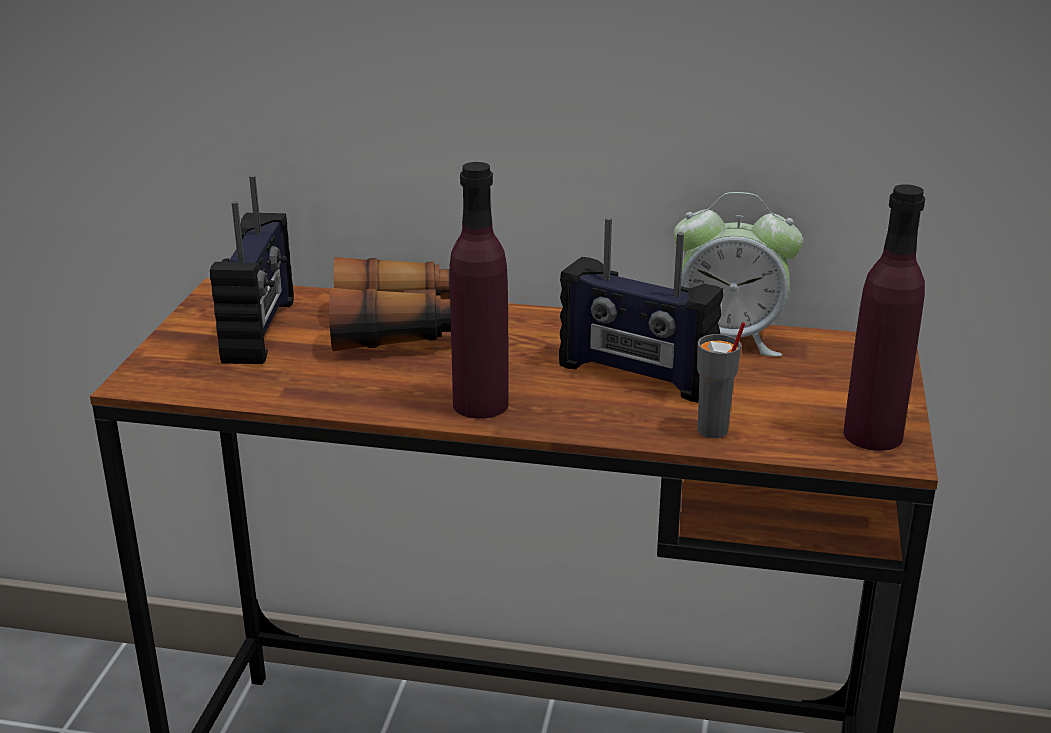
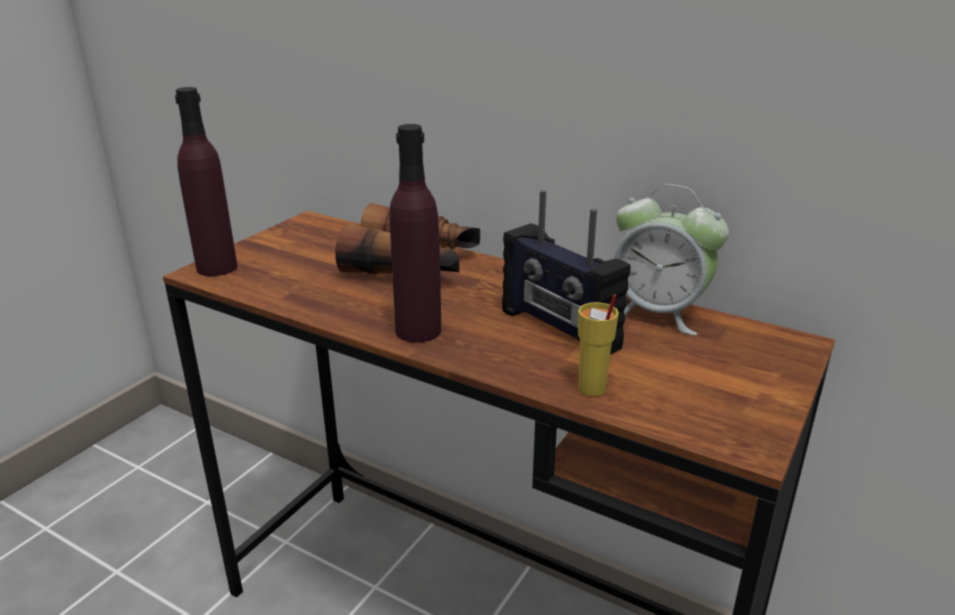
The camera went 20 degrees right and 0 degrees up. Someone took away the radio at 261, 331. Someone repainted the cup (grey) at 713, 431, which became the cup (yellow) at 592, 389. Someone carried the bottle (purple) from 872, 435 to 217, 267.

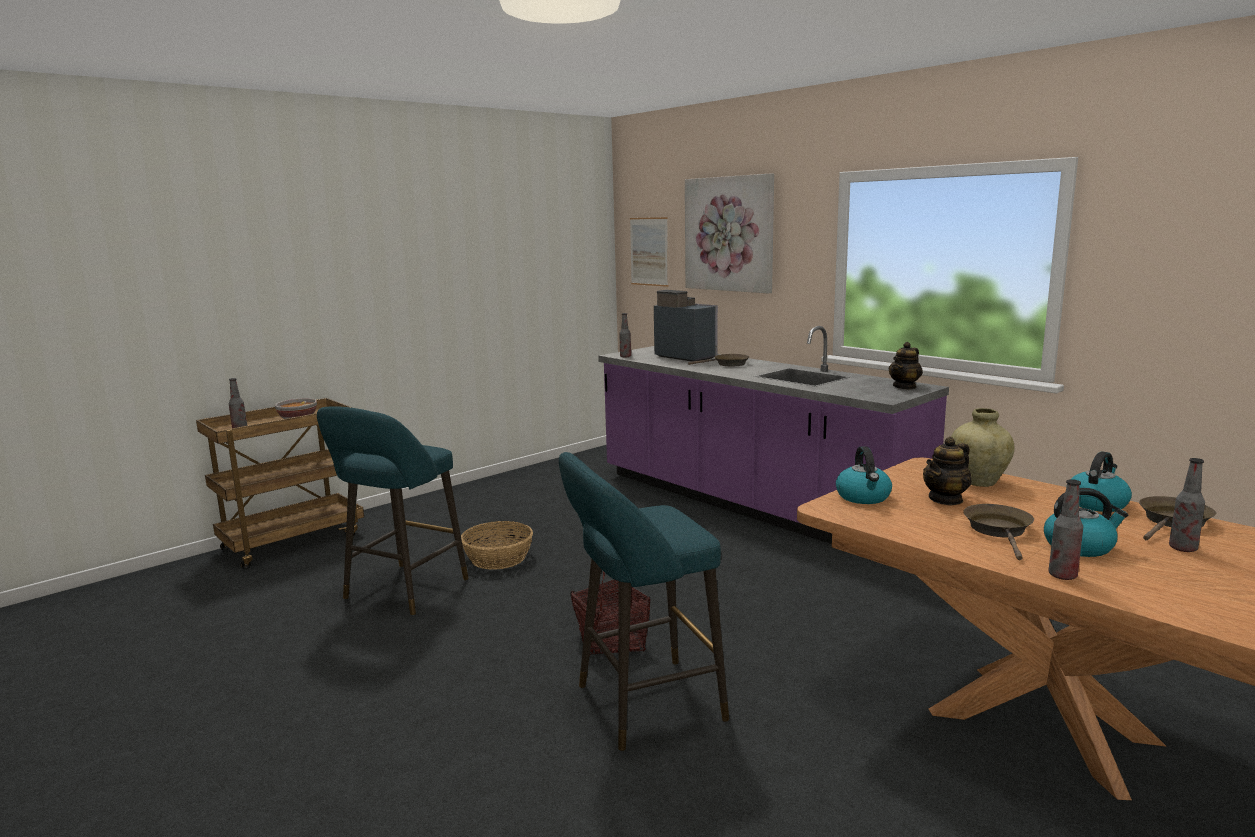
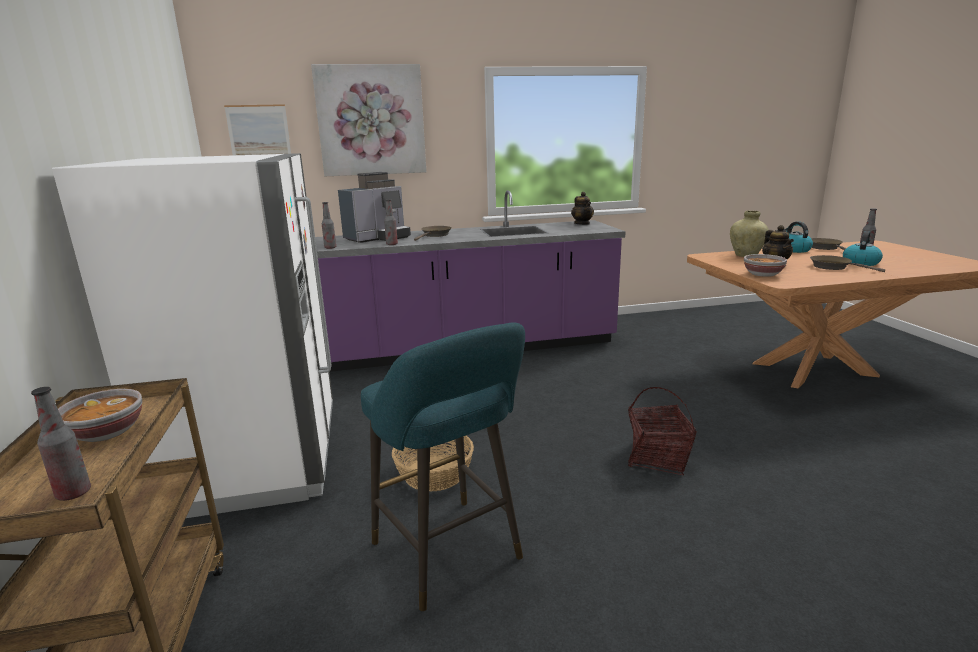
The camera went 60 degrees left and 5 degrees up. Someone took away the stool (turquoise) at 642, 704. Someone rotated the coffee machine at 686, 356 by 150 degrees clockwise. Someone swapped the kettle at 863, 497 for the bowl at 762, 274. Someone carried the bottle from 1062, 576 to 392, 244. Someone put down the fridge (white) at 257, 459.

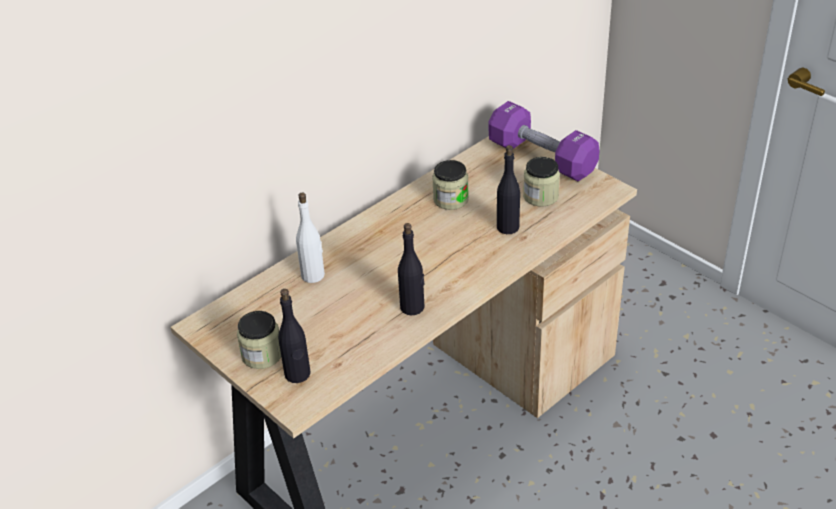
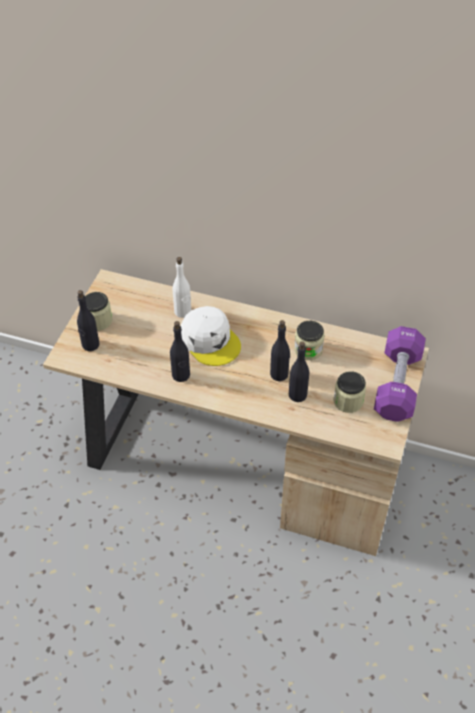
The camera went 60 degrees right and 10 degrees up. Someone put down the cap (white) at 210, 340. Someone put down the bottle (black) at 279, 374.

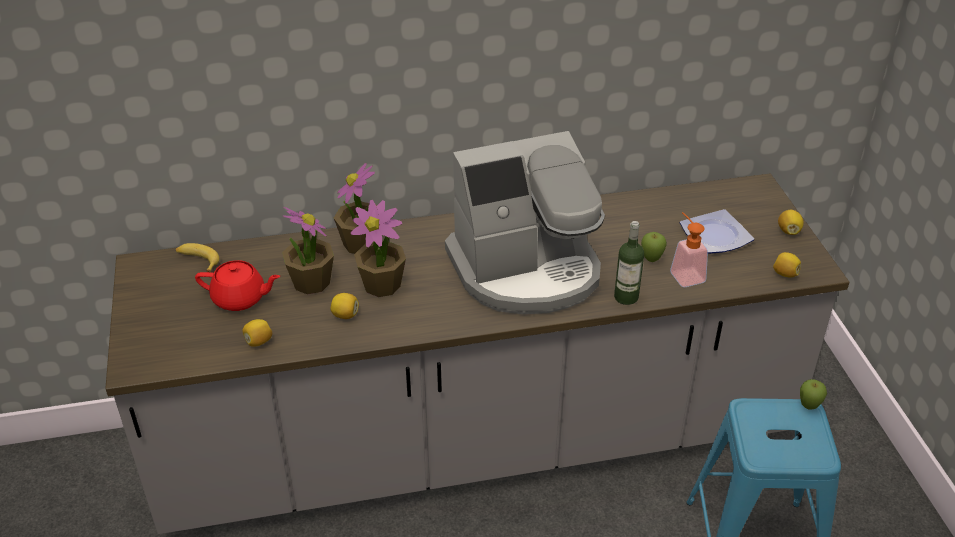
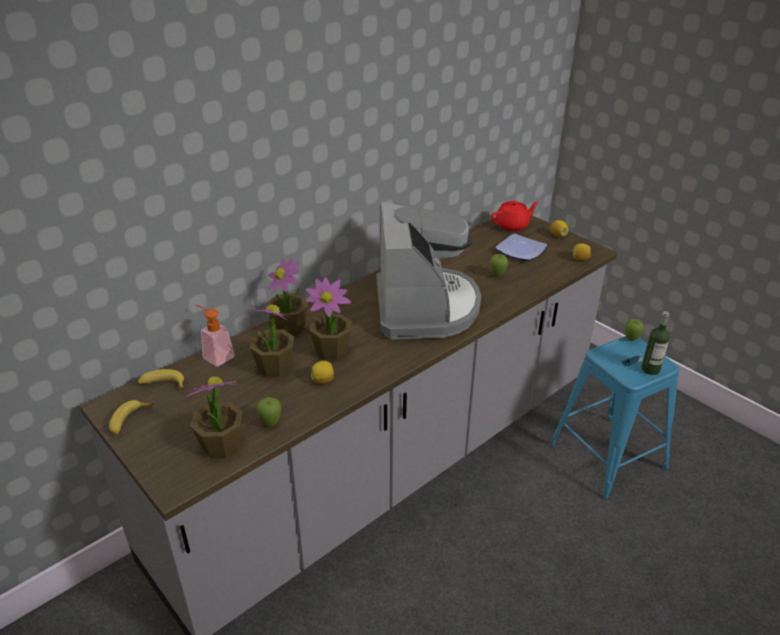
The camera went 30 degrees left and 5 degrees down. Someone carried the teapot (red) from 240, 298 to 512, 225. Someone swapped the lemon at 258, 341 for the apple at 270, 424. Someone rotated the coffee machine at 526, 270 by 45 degrees counterclockwise. Someone carried the bottle from 626, 297 to 650, 369. Someone carried the soap dispenser from 684, 273 to 215, 355. Someone put down the banana at 128, 421. Someone put down the potted plant at 221, 446.

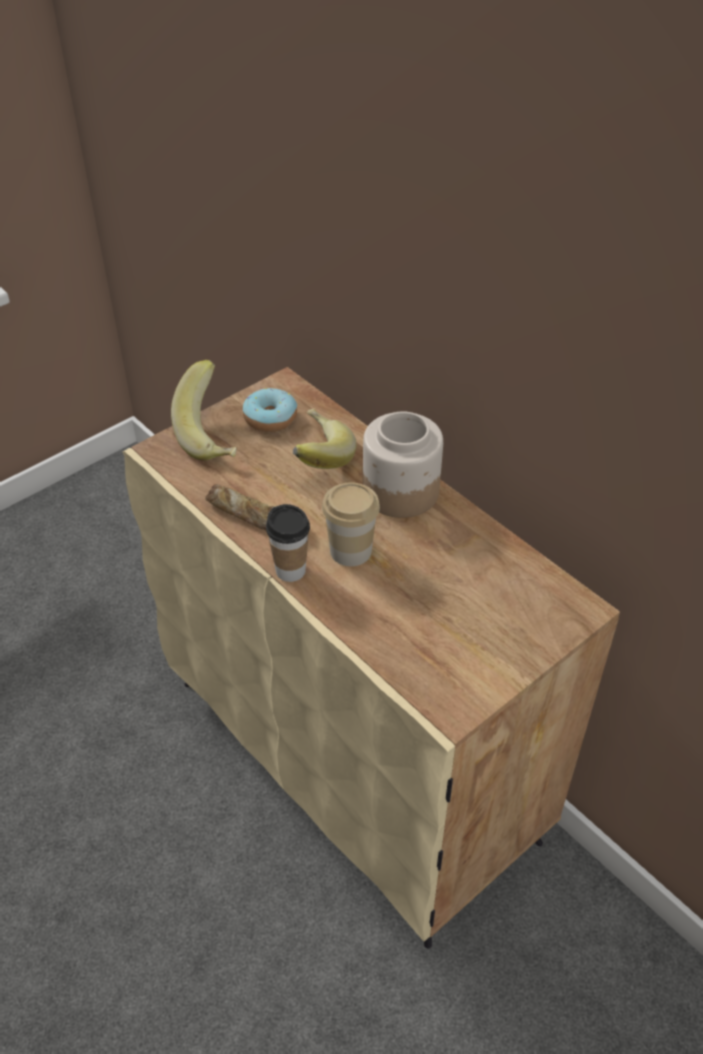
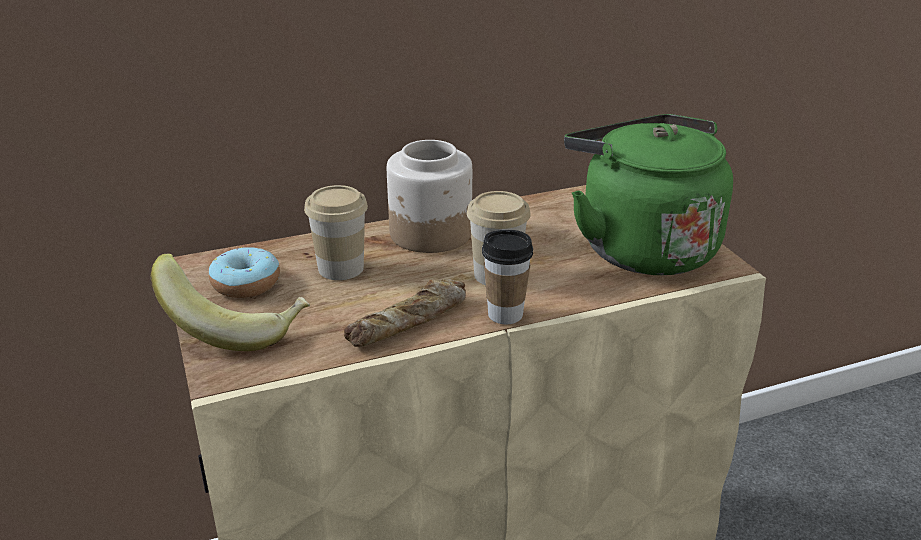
The camera went 70 degrees left and 15 degrees down. Someone swapped the banana at 316, 458 for the cup at 341, 268. Someone put down the kettle (green) at 641, 247.

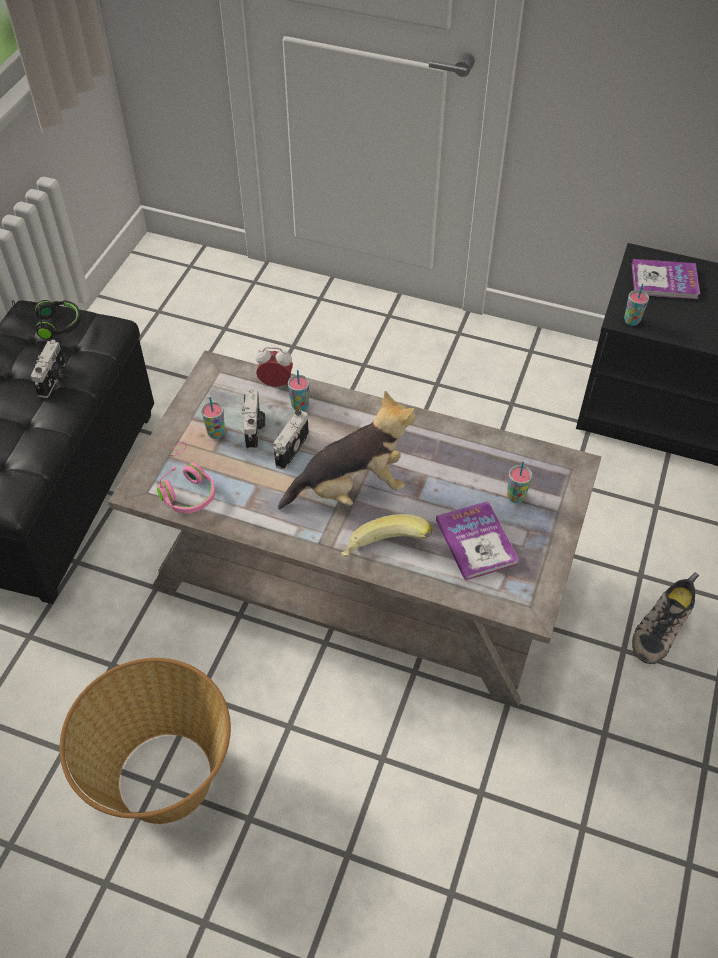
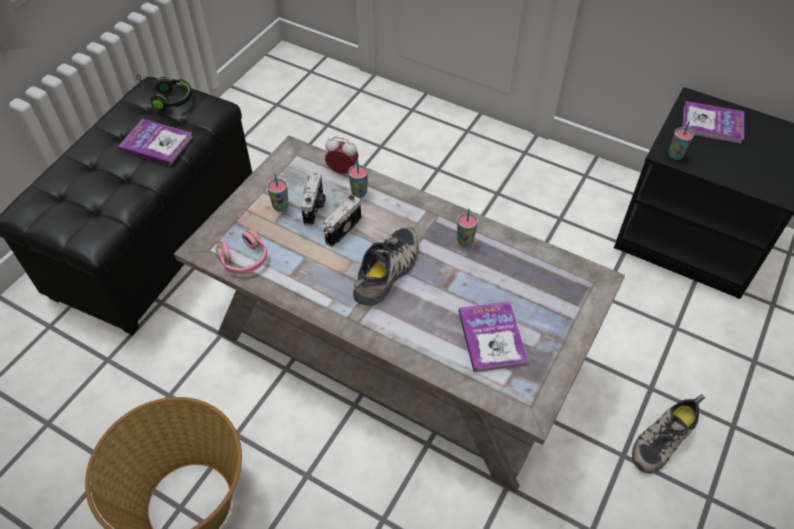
The camera went 10 degrees right and 0 degrees up. Someone swapped the photo camera at 53, 379 for the book at 156, 144. Someone swapped the plush toy at 351, 488 for the shoe at 388, 272. Someone took away the banana at 385, 552. Someone carried the cup from 516, 497 to 465, 241.

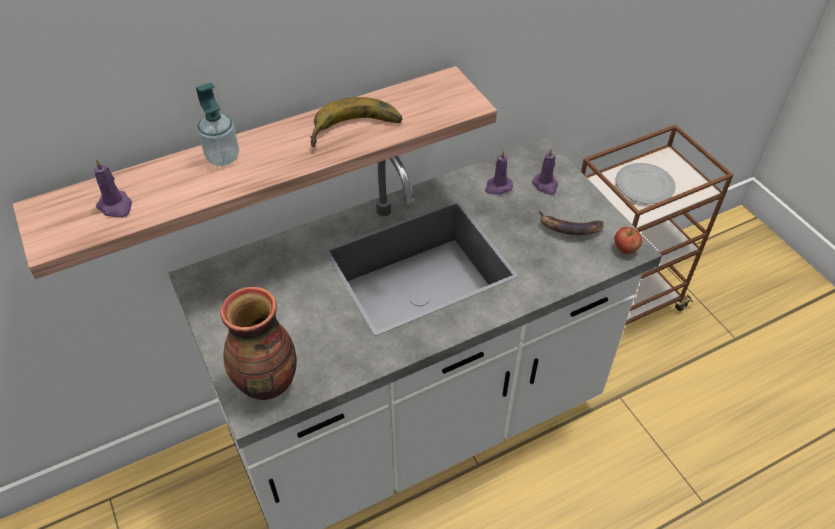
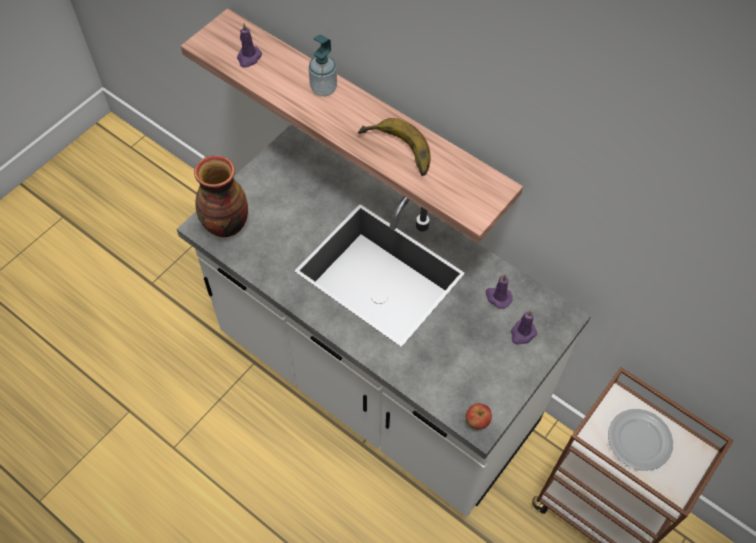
The camera went 65 degrees right and 10 degrees up. Someone took away the banana at 569, 228.

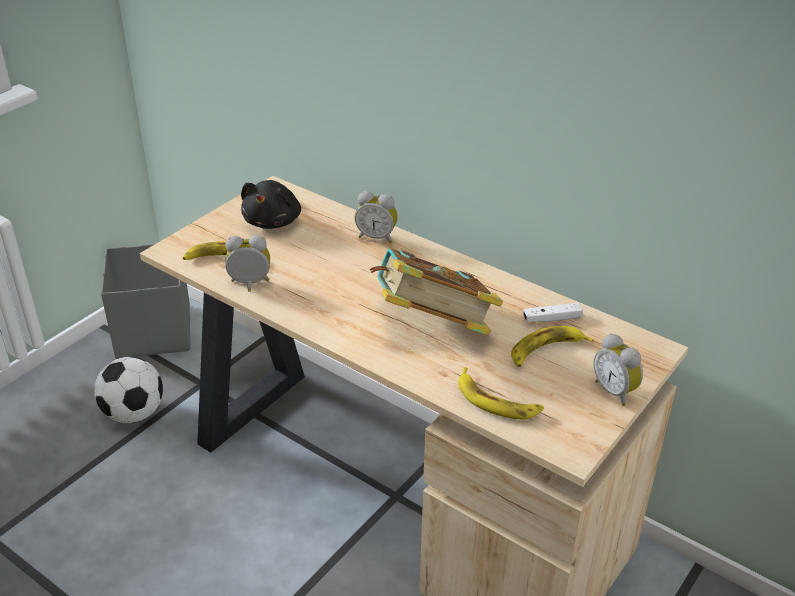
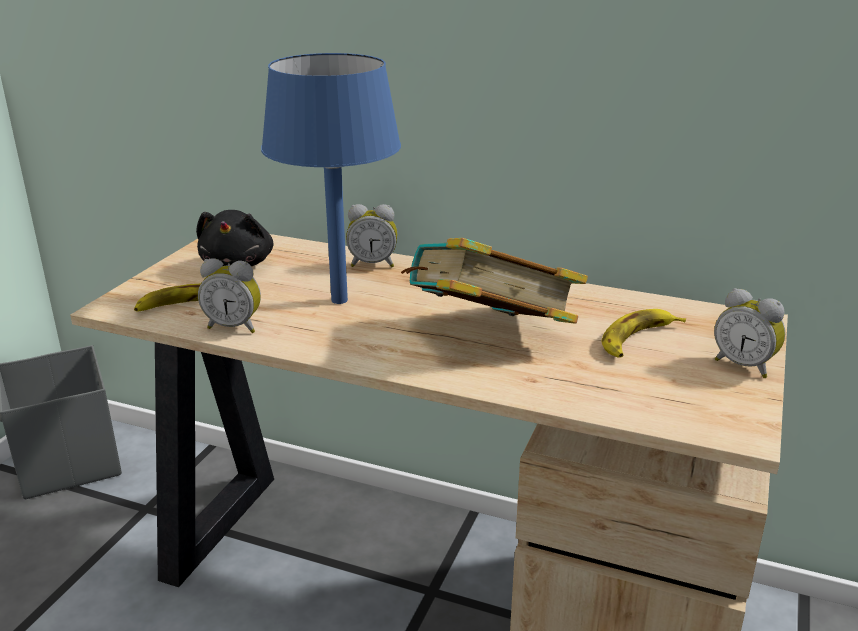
The camera went 15 degrees left and 10 degrees down. Someone took away the football at 134, 413. Someone rotated the alarm clock at 249, 285 by 150 degrees counterclockwise. Someone took away the banana at 497, 401. Someone took away the game controller (white) at 552, 319. Someone put down the table lamp (blue) at 339, 300.

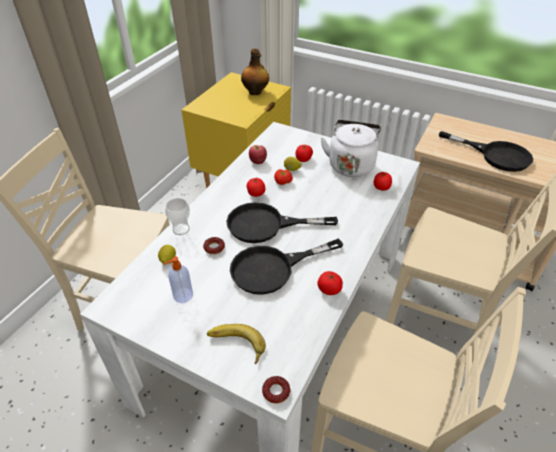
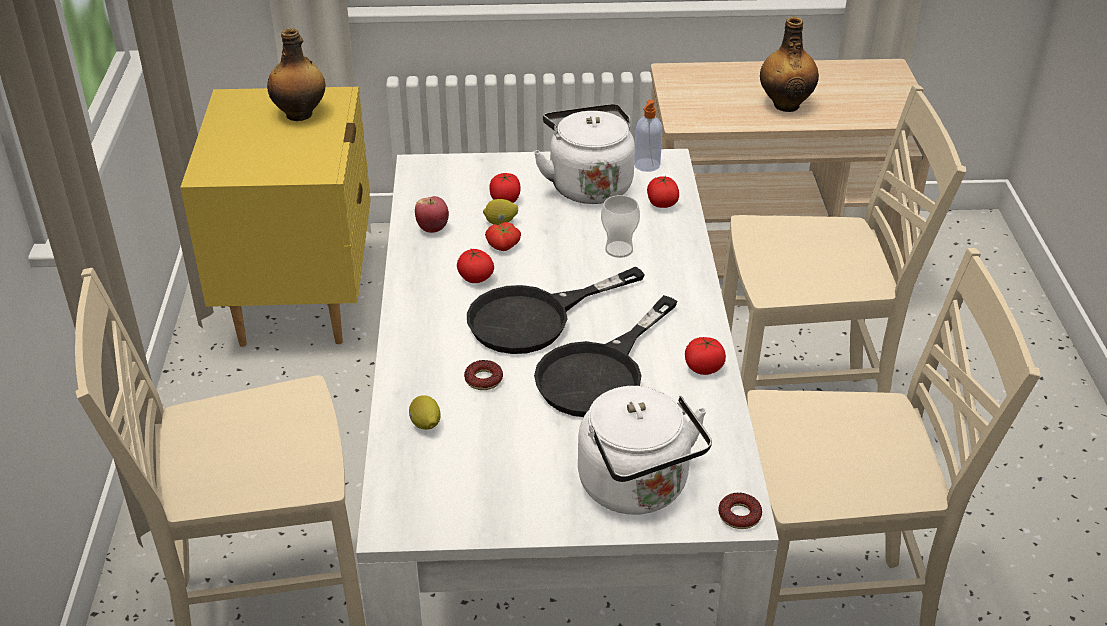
The camera went 30 degrees left and 5 degrees down. Someone carried the soap dispenser from 182, 296 to 646, 165. Someone carried the cup from 181, 229 to 619, 249. Someone swapped the banana at 235, 346 for the kettle (white) at 638, 489. Someone swapped the frying pan (black) at 496, 155 for the bottle at 785, 104.

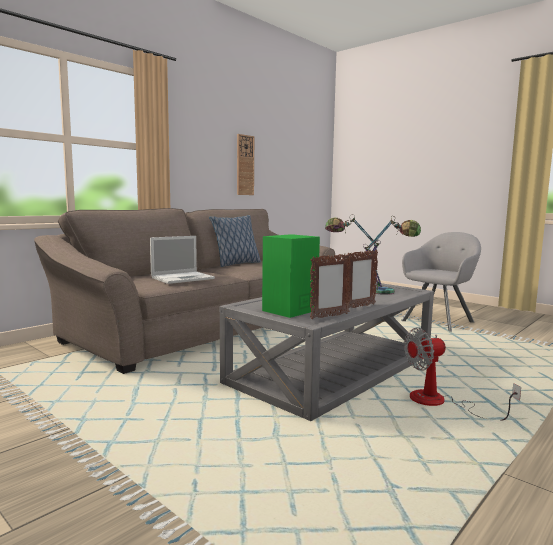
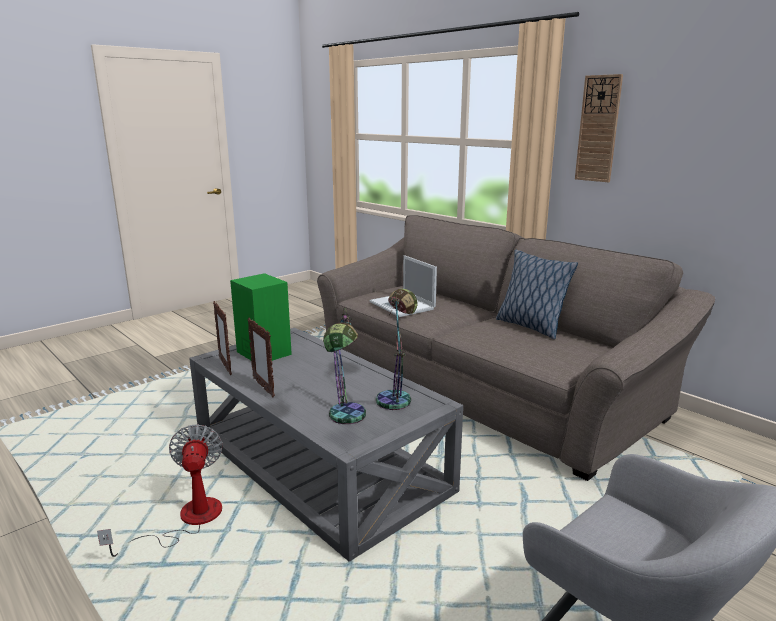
The camera went 95 degrees right and 10 degrees up. Someone carried the wall clock from 245, 165 to 598, 129.

